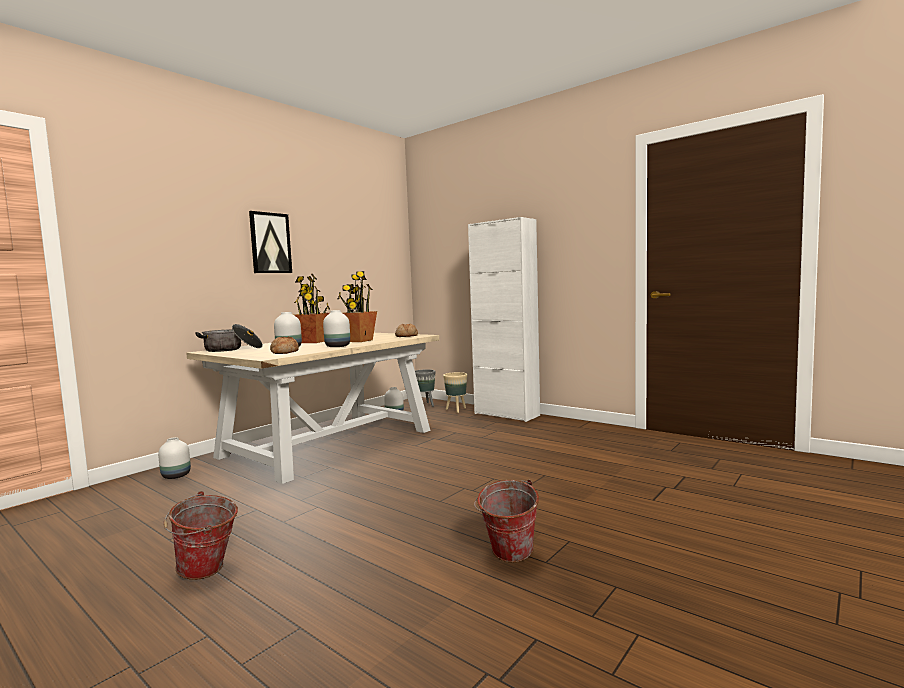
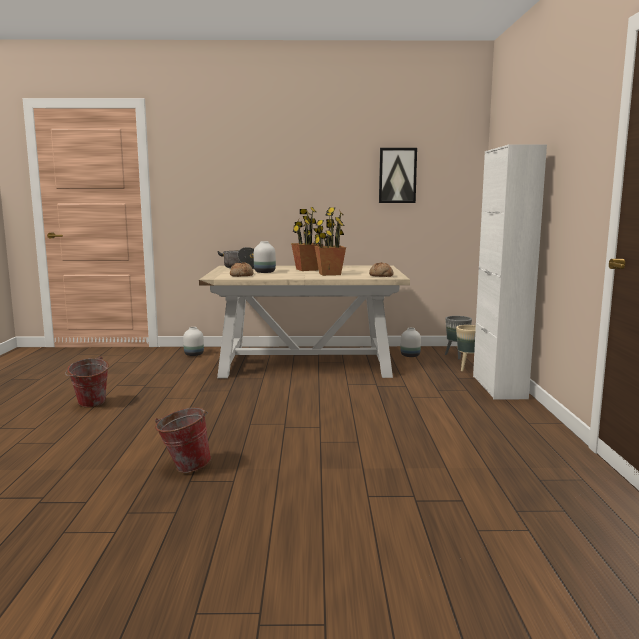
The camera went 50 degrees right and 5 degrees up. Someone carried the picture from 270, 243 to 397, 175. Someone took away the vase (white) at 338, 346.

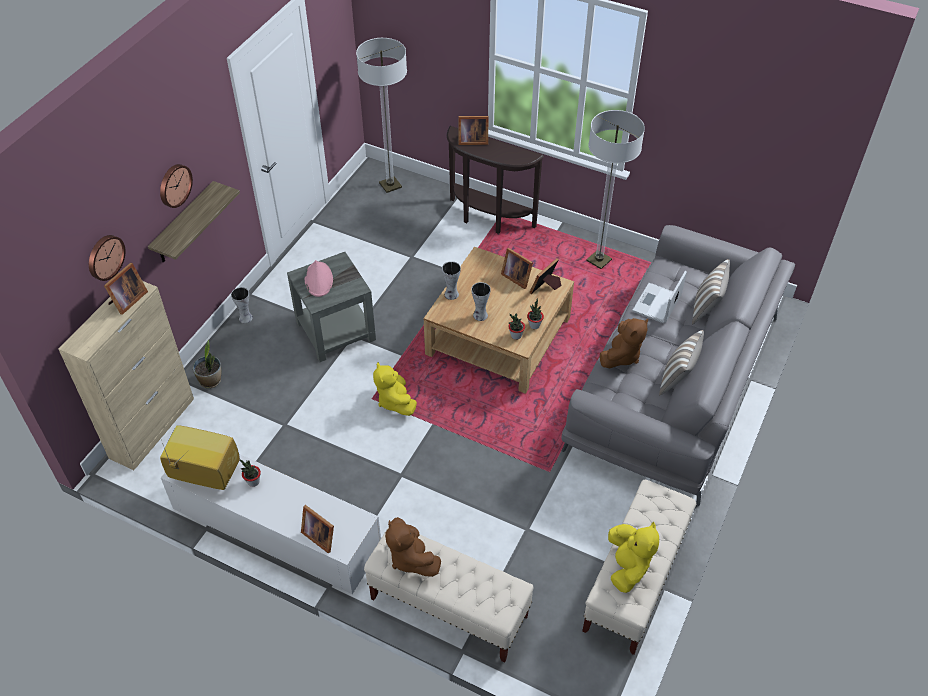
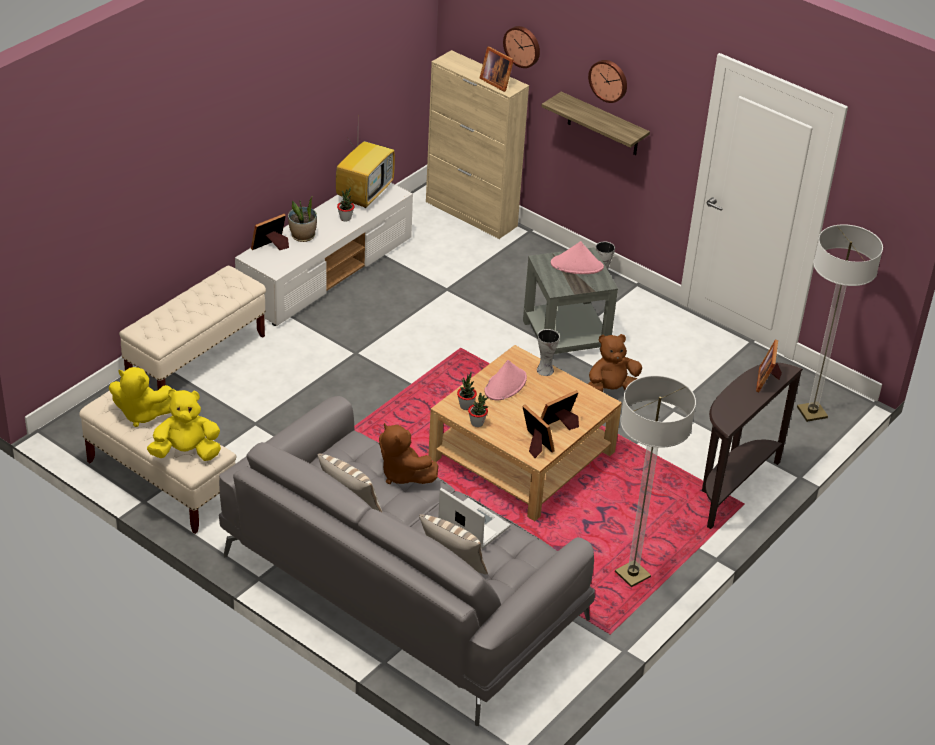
The camera went 100 degrees right and 10 degrees down. Someone carried the potted plant from 211, 380 to 303, 236. Someone carried the plush toy (yellow) from 395, 401 to 186, 452. Someone carried the plush toy (brown) from 411, 558 to 611, 391. Someone swapped the vase at 479, 315 for the hat (pink) at 505, 385.

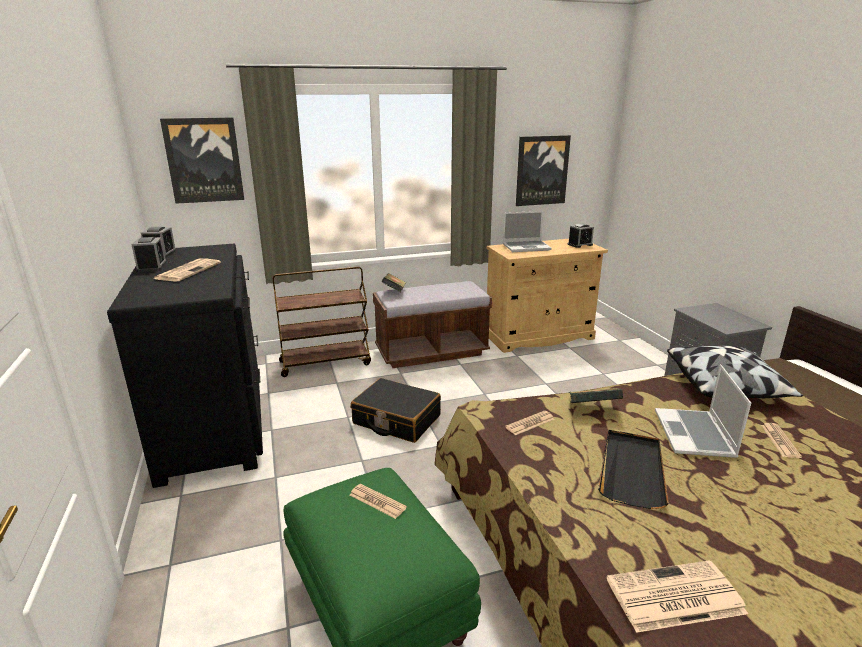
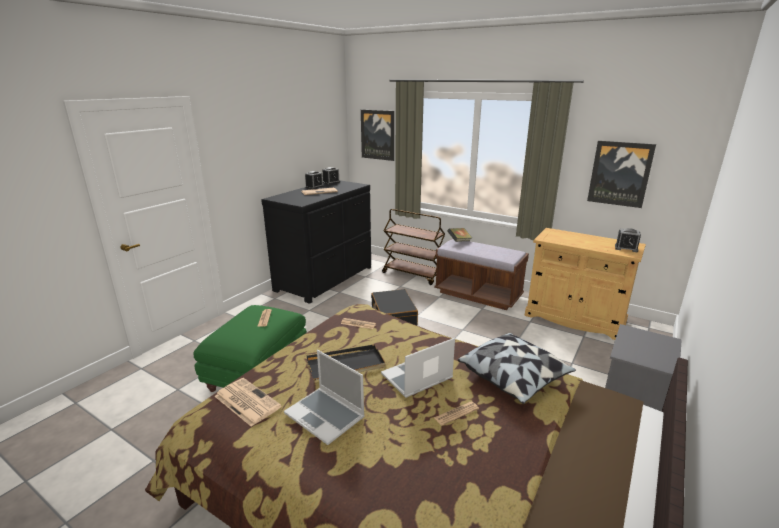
The camera went 50 degrees right and 0 degrees up. Someone carried the laptop from 526, 247 to 326, 416. Someone took away the book at 592, 409.

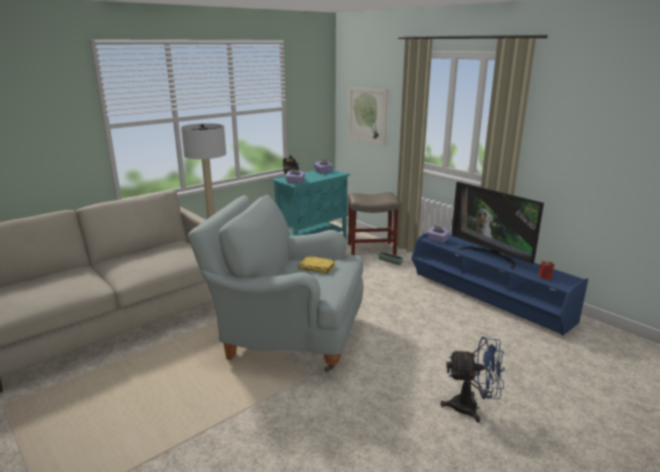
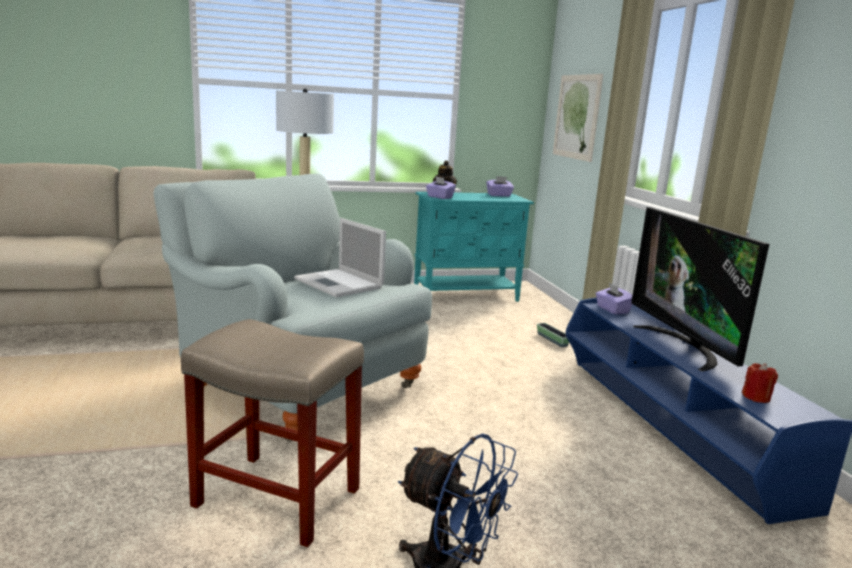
The camera went 25 degrees right and 5 degrees down. Someone swapped the book (yellow) at 317, 267 for the laptop at 340, 284. Someone carried the stool (beige) from 370, 249 to 275, 497.

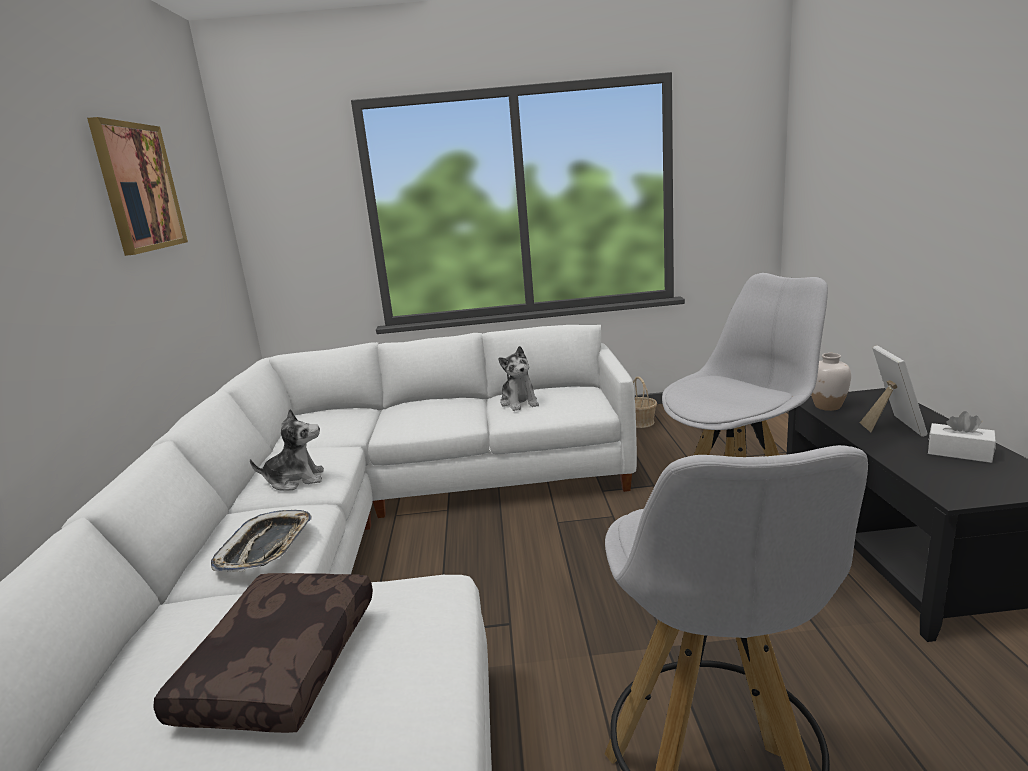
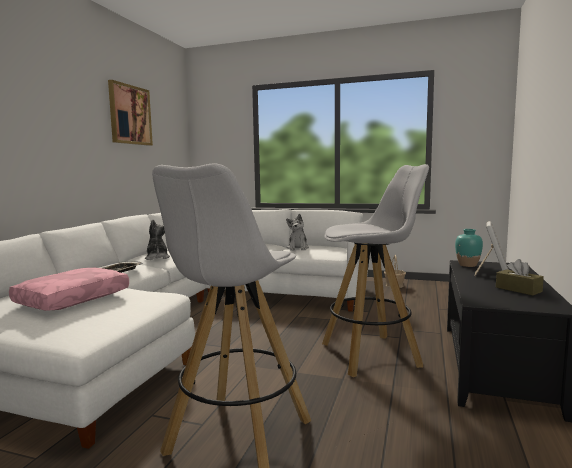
The camera went 20 degrees right and 10 degrees down. Someone repainted the pillow (brown) at 279, 663, which became the pillow (pink) at 73, 299. Someone rotated the plush toy at 295, 480 by 120 degrees counterclockwise. Someone repainted the vase (white) at 827, 406, which became the vase (turquoise) at 467, 265. Someone repainted the tissue box (white) at 959, 453, which became the tissue box (brown) at 518, 289.

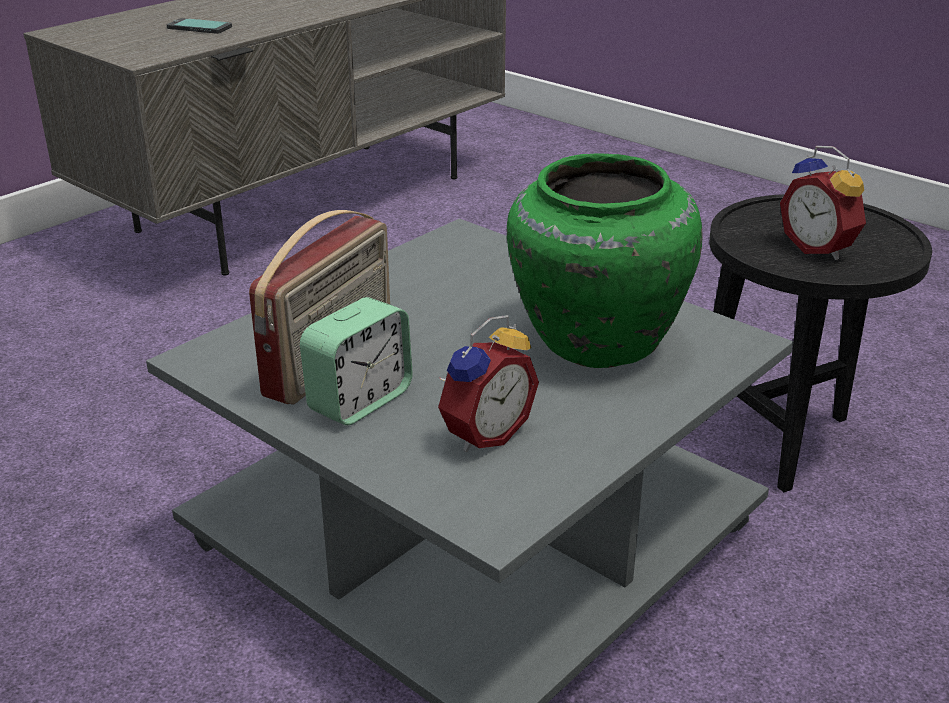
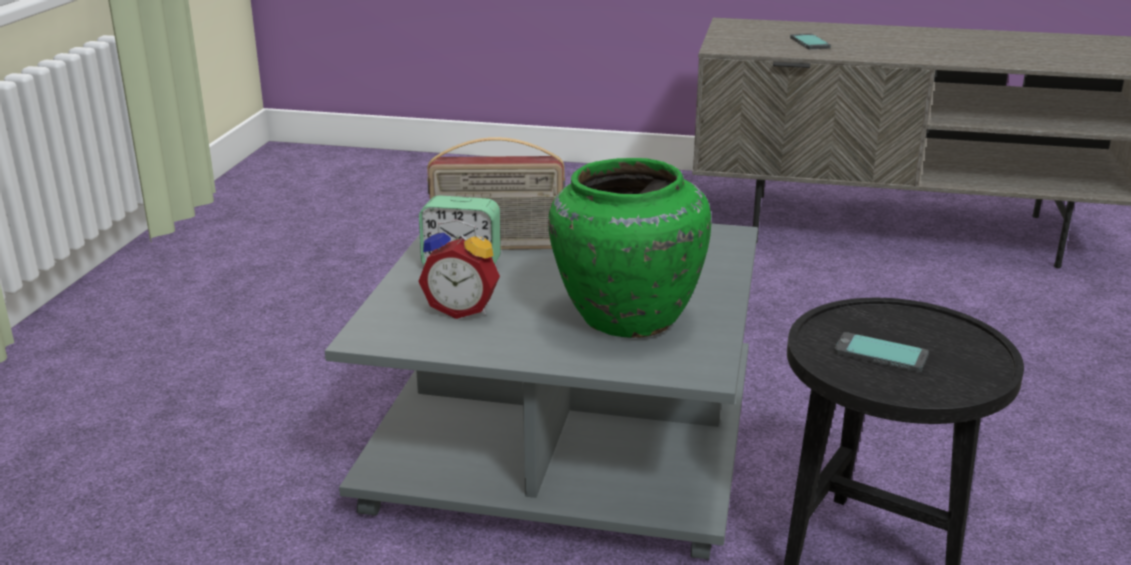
The camera went 60 degrees right and 5 degrees down. Someone swapped the alarm clock at 820, 248 for the phone at 880, 354.

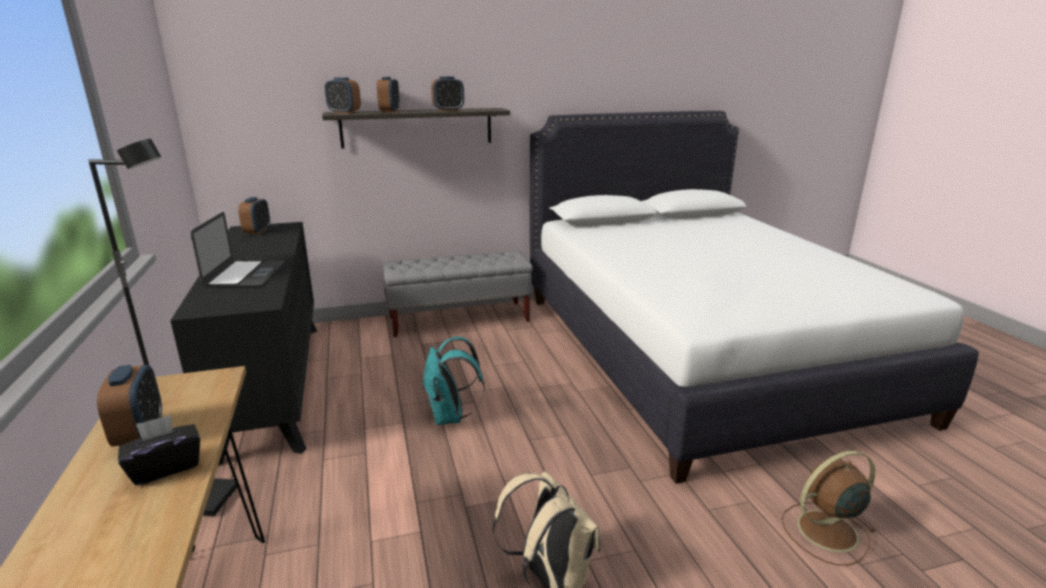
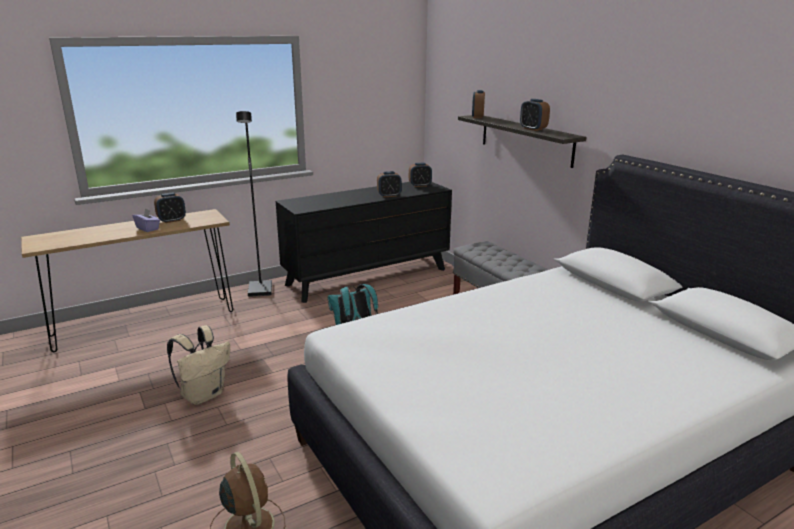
The camera went 75 degrees right and 0 degrees up. Someone repainted the tissue box (black) at 166, 467, which became the tissue box (purple) at 148, 228. Someone took away the laptop at 245, 274. Someone carried the alarm clock from 390, 111 to 389, 195.

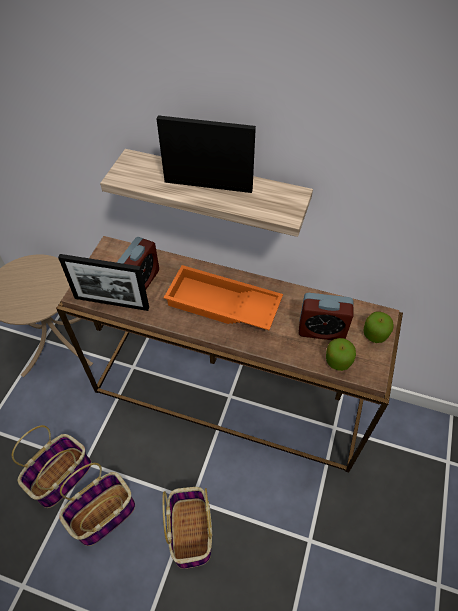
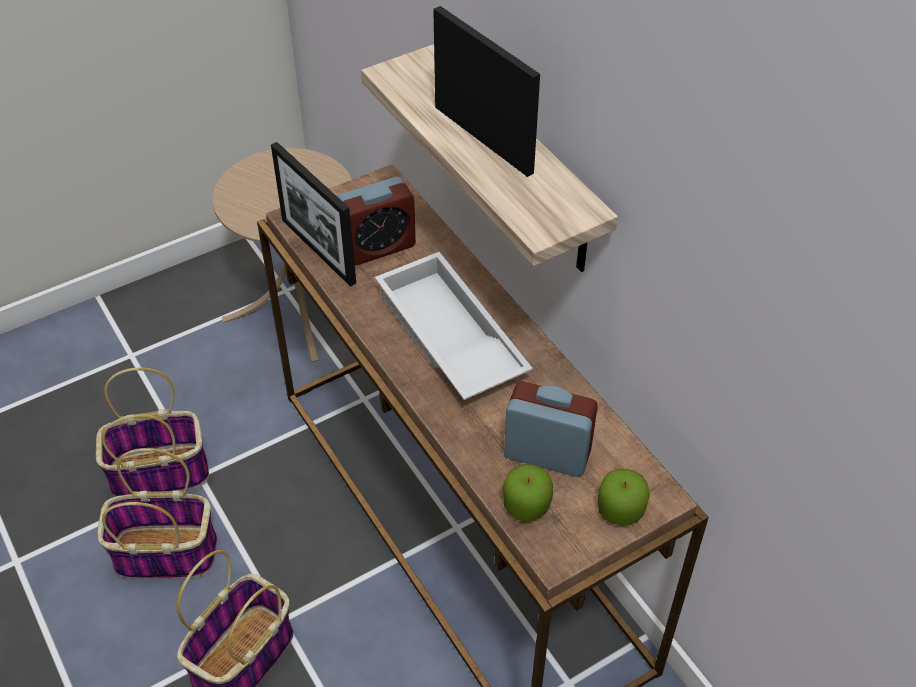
The camera went 40 degrees right and 5 degrees down. Someone repainted the tray (orange) at 221, 305, which became the tray (white) at 447, 337. Someone rotated the alarm clock at 321, 330 by 150 degrees clockwise.

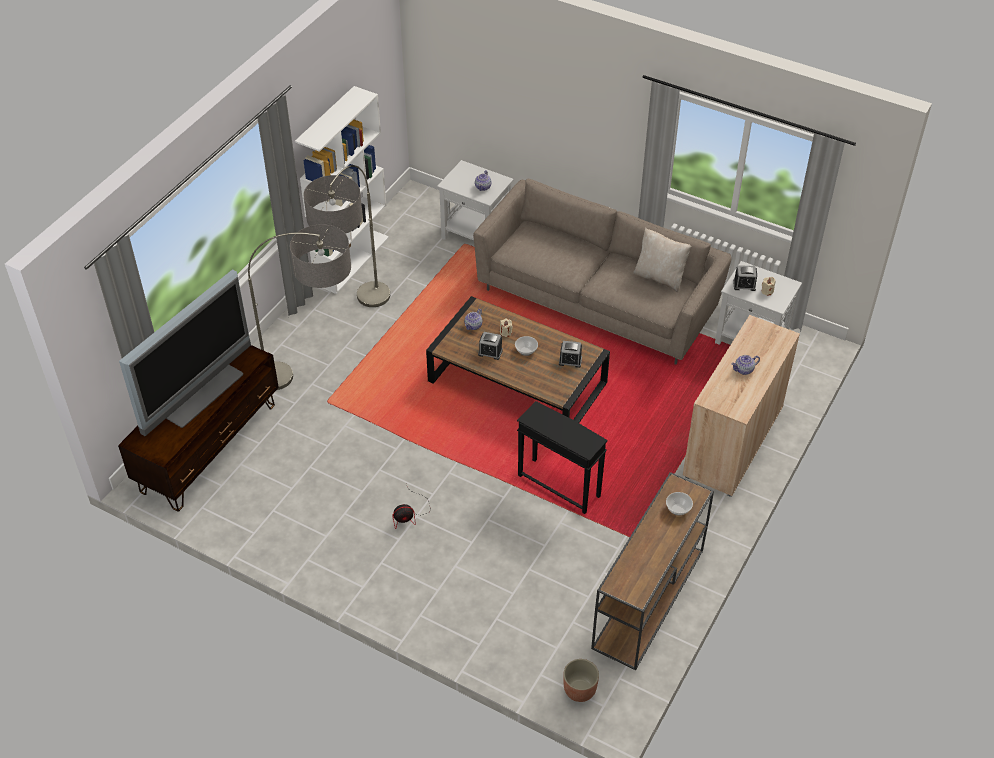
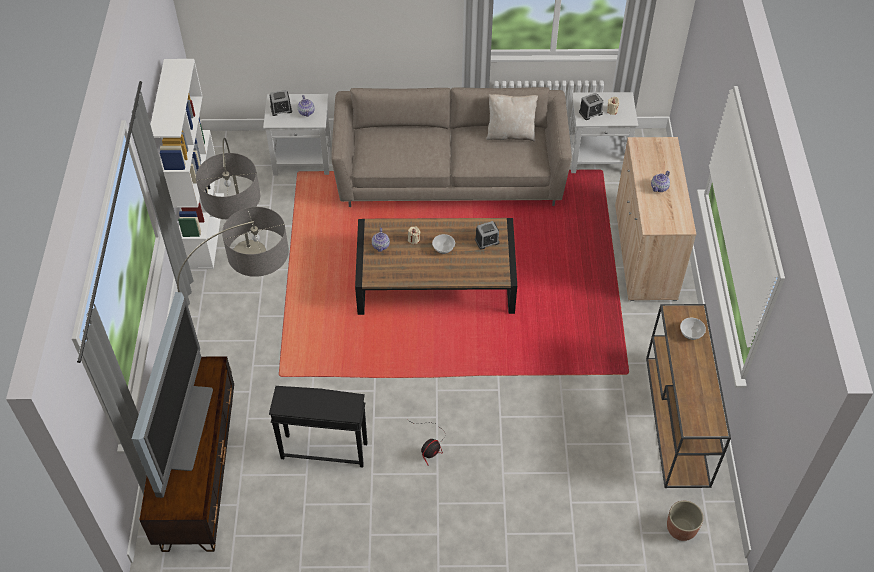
The camera went 30 degrees left and 5 degrees up. Someone carried the alarm clock from 490, 352 to 281, 109. Someone carried the side table (black) from 559, 485 to 324, 450.

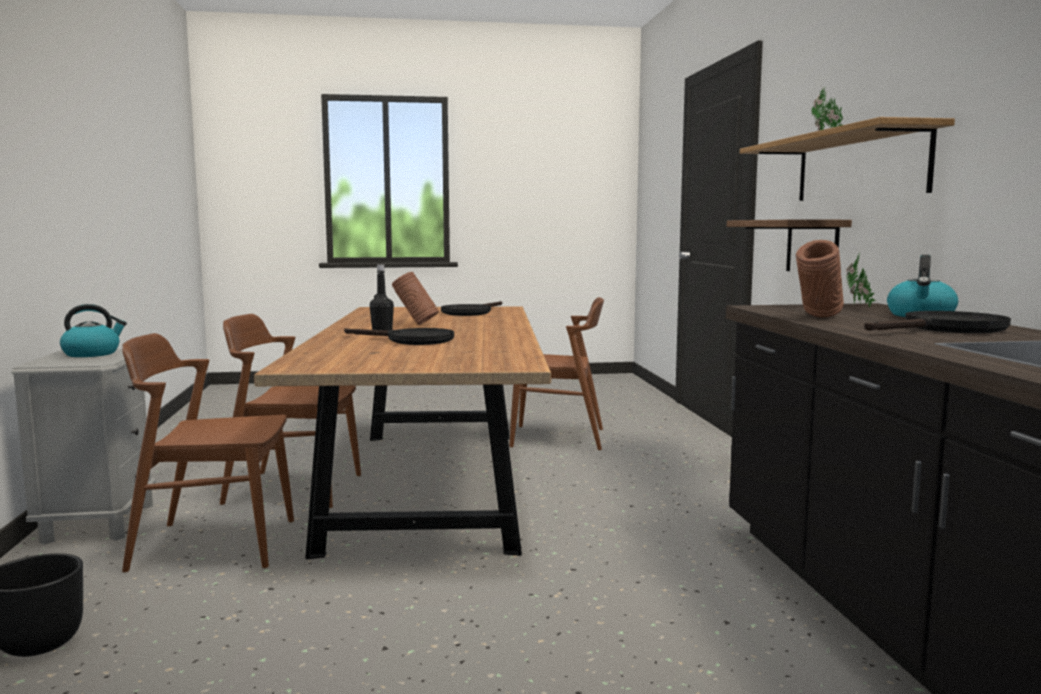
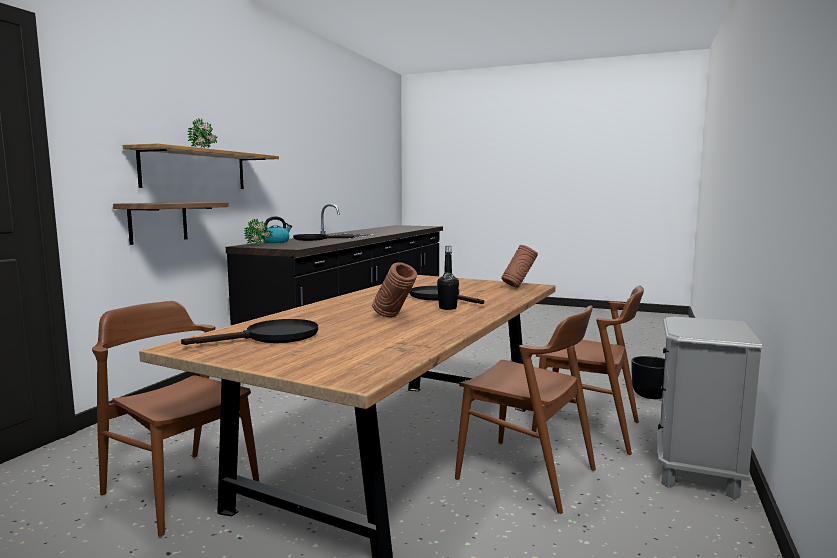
The camera went 150 degrees left and 0 degrees up. Someone took away the kettle at 92, 353. Someone carried the vase (brown) from 818, 318 to 518, 287.

